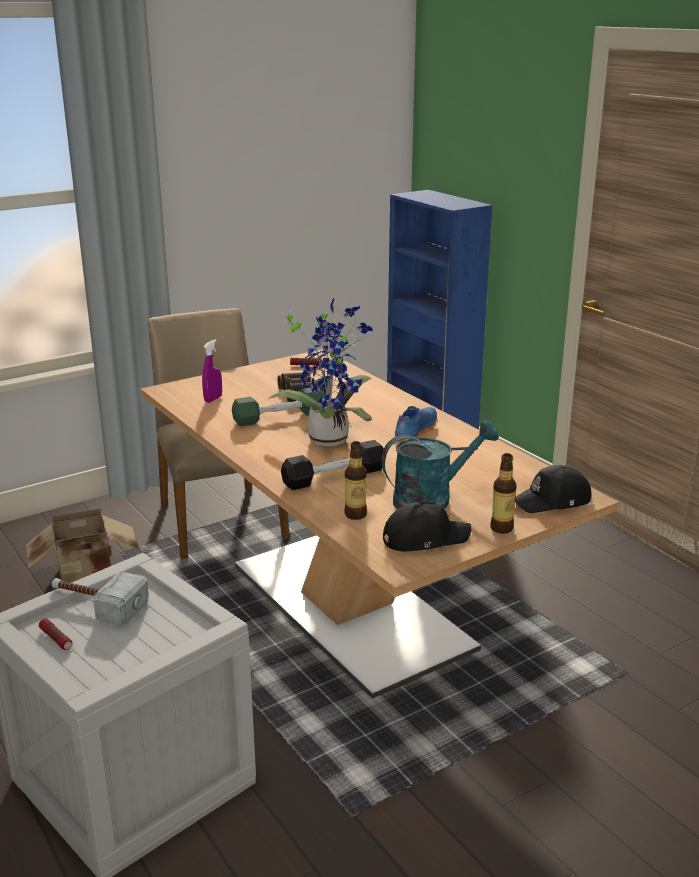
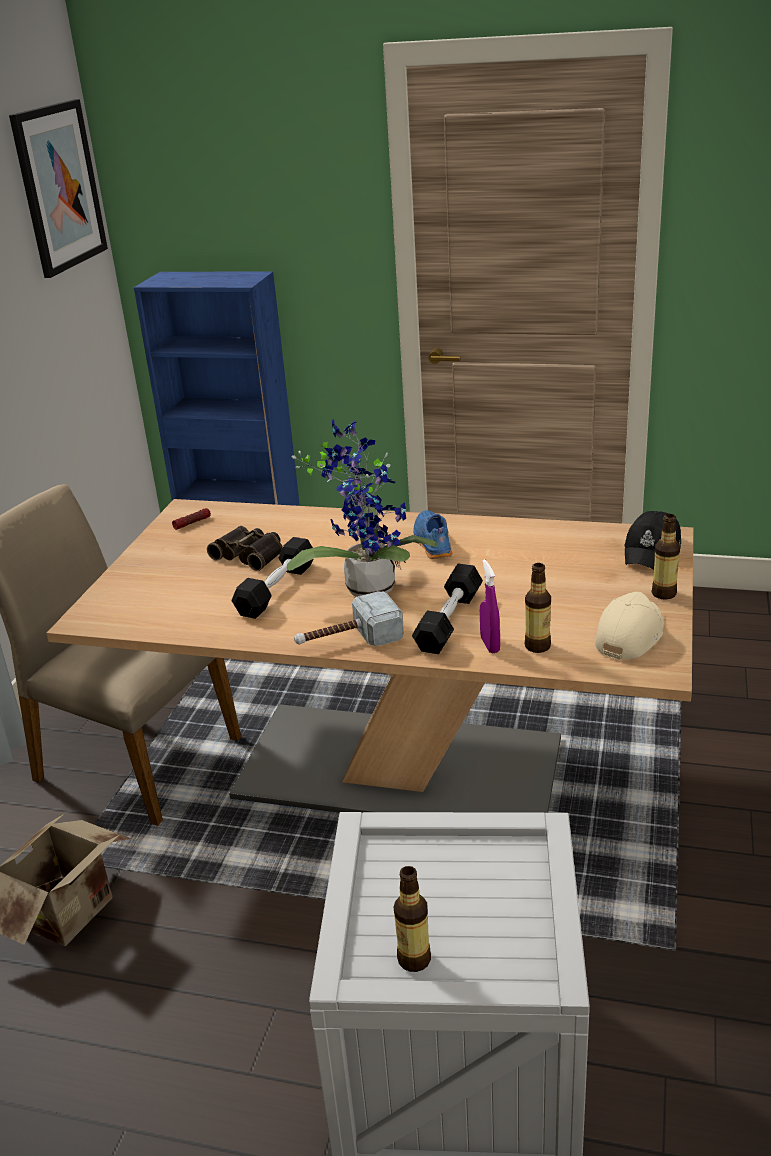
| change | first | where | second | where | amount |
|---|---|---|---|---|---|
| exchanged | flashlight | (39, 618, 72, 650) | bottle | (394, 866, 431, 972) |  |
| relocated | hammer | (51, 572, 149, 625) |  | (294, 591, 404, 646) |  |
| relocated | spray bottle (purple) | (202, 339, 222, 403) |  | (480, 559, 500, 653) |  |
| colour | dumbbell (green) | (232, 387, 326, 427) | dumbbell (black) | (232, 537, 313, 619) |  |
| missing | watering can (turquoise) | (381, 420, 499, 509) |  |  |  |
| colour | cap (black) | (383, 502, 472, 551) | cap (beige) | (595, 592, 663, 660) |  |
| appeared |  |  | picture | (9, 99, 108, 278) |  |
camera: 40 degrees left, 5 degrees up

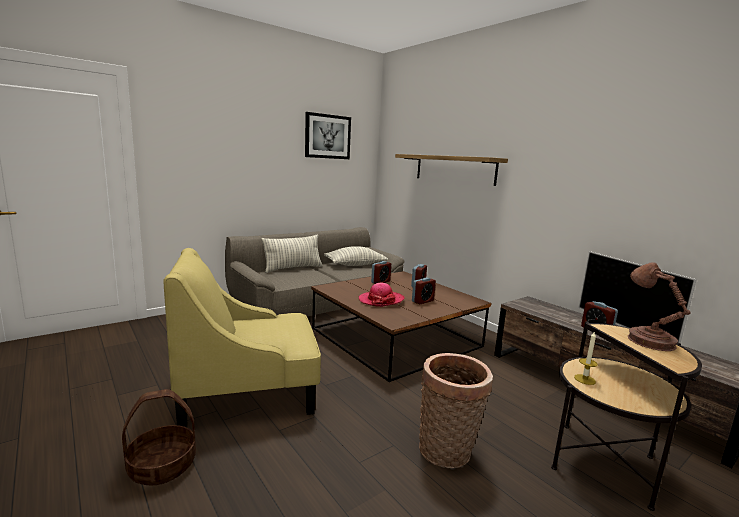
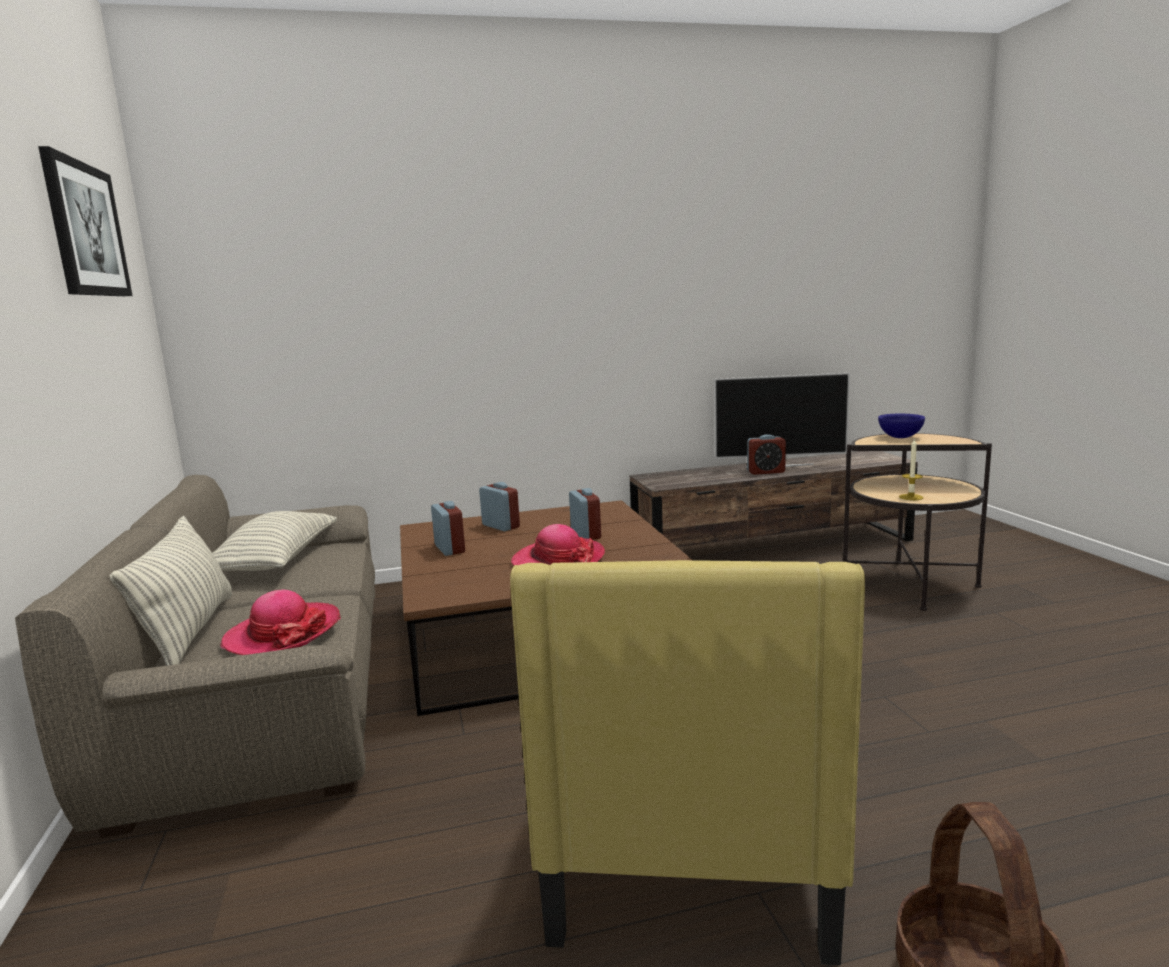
| change | first | where | second | where | amount |
|---|---|---|---|---|---|
| missing | shelf | (395, 154, 508, 186) |  |  |  |
| missing | basket | (419, 353, 493, 468) |  |  |  |
| exchanged | table lamp (brown) | (628, 262, 691, 351) | bowl (blue) | (878, 414, 925, 438) |  |
| appeared |  |  | hat | (220, 590, 341, 655) |  |
camera: 65 degrees left, 0 degrees up

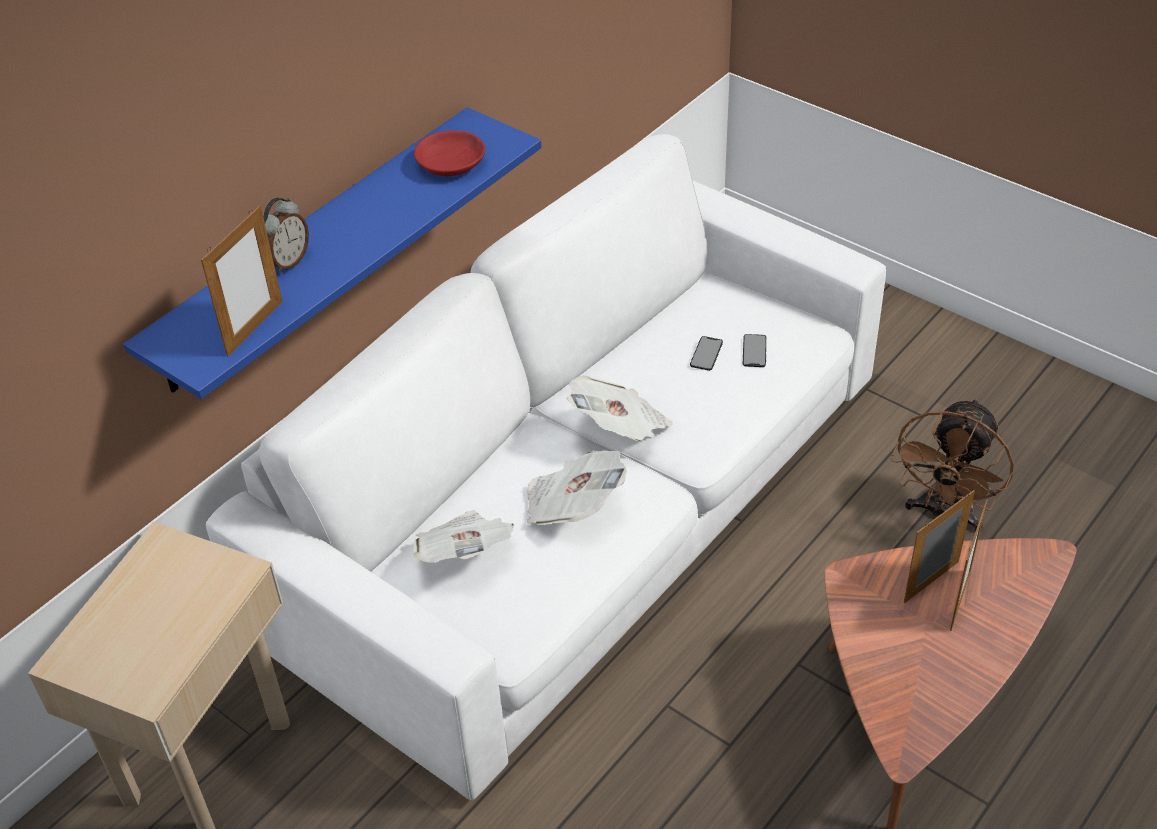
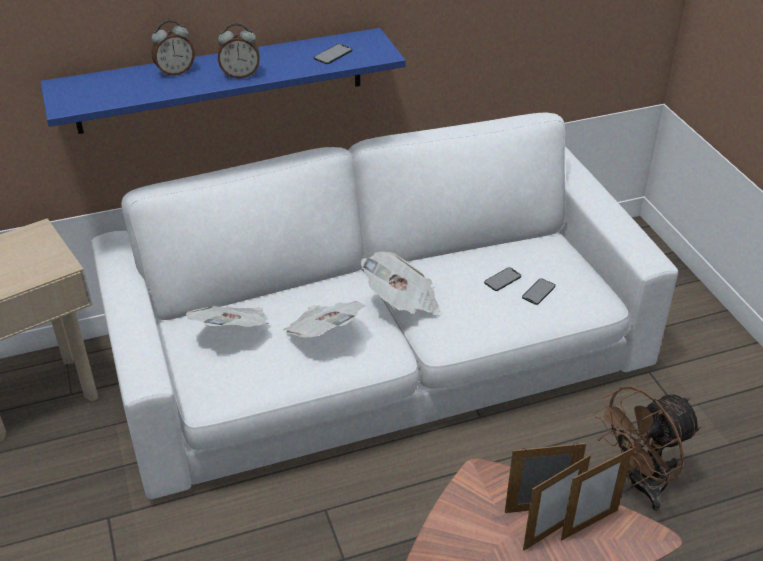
| change | first | where | second | where | amount |
|---|---|---|---|---|---|
| relocated | picture frame | (201, 205, 283, 356) |  | (561, 448, 633, 541) |  |
| exchanged | bowl (red) | (414, 130, 485, 176) | phone | (314, 44, 352, 64) |  |
| appeared |  |  | alarm clock | (218, 23, 260, 79) |  |
camera: 30 degrees right, 5 degrees down

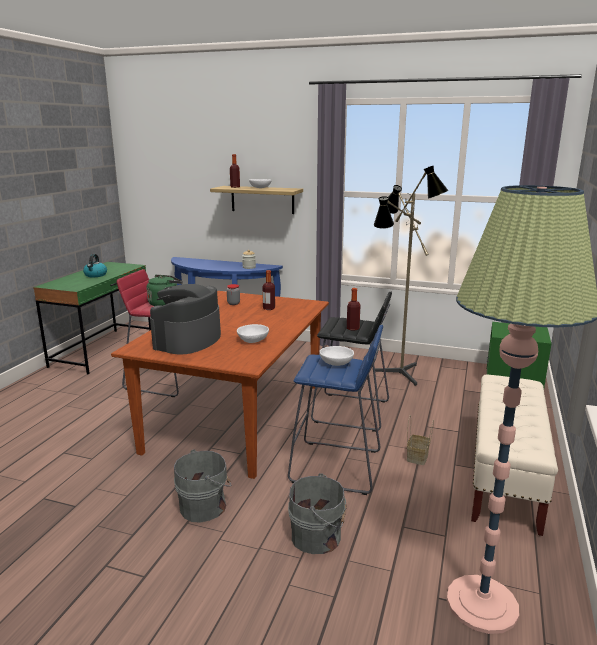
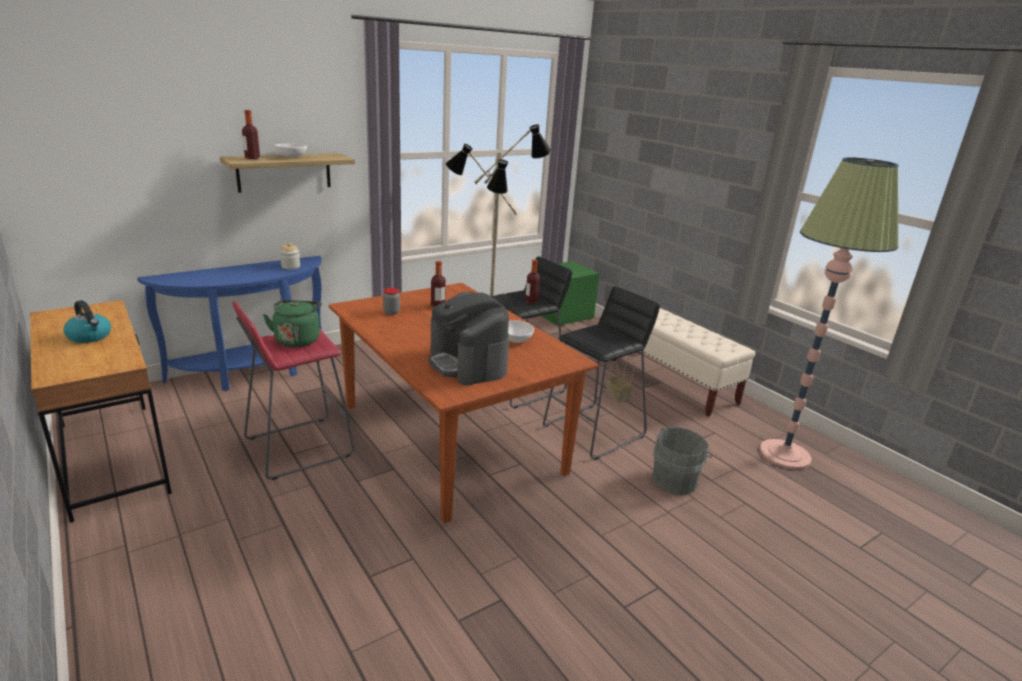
| change | first | where | second | where | amount |
|---|---|---|---|---|---|
| colour | desk (green) | (33, 262, 151, 374) | desk (brown) | (30, 300, 172, 523) |  |
| missing | bucket (grey) | (174, 450, 231, 523) |  |  |  |
| colour | stool (blue) | (288, 325, 383, 495) | stool (black) | (543, 286, 660, 460) |  |
| missing | bowl (white) | (319, 346, 354, 366) |  |  |  |
camera: 55 degrees left, 5 degrees up

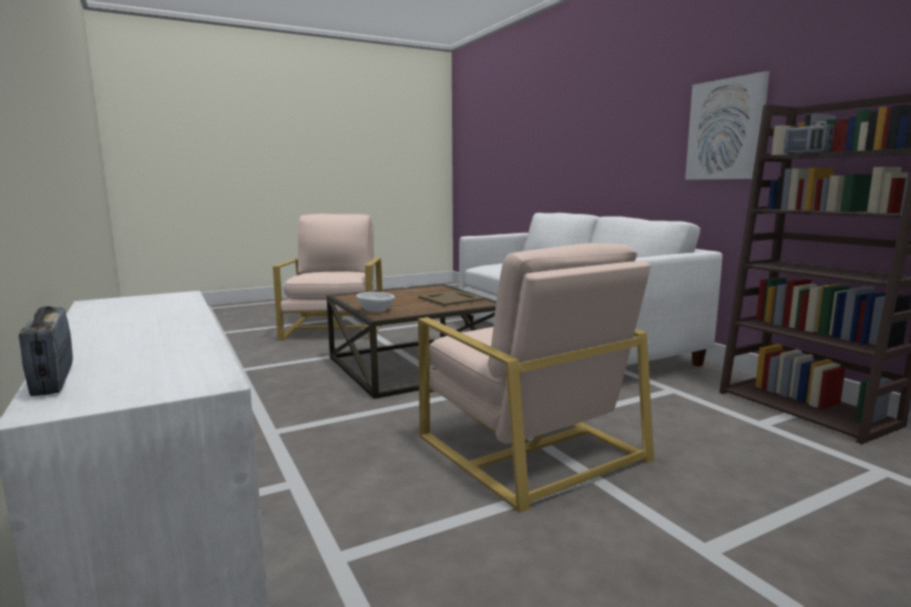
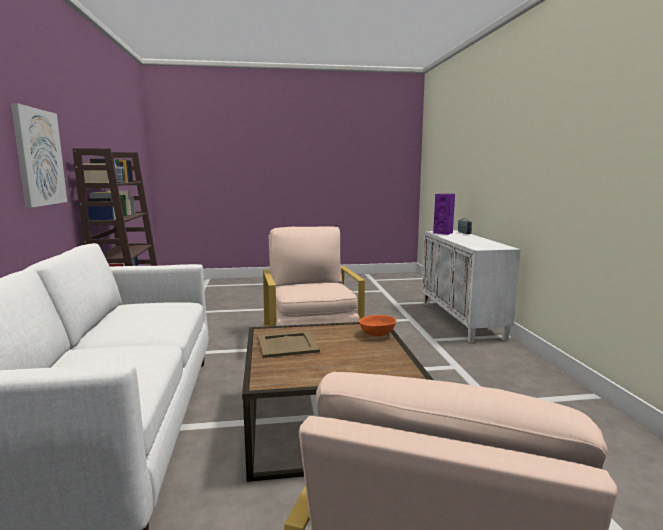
| change | first | where | second | where | amount |
|---|---|---|---|---|---|
| colour | bowl (white) | (357, 292, 395, 312) | bowl (orange) | (359, 315, 396, 336) |  |
| appeared |  |  | speaker (purple) | (433, 194, 455, 235) |  |
camera: 160 degrees left, 0 degrees up

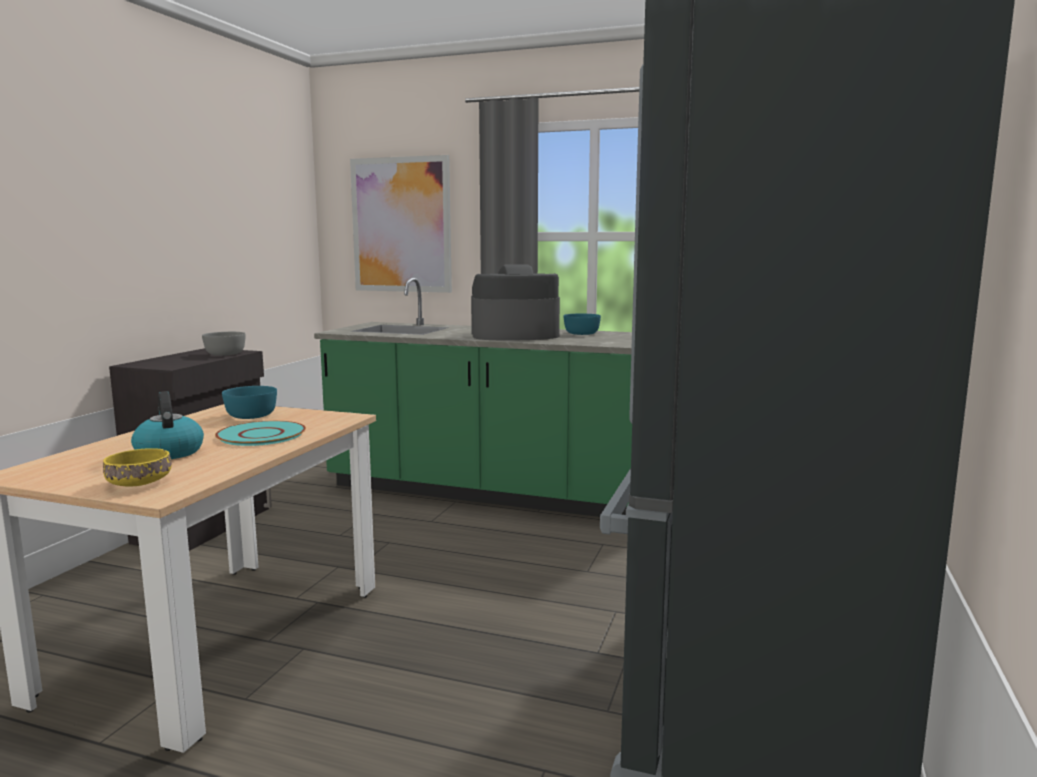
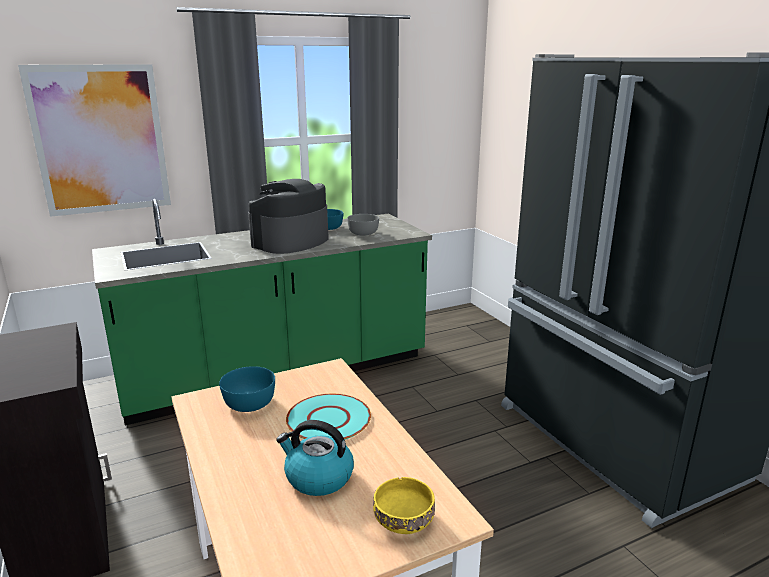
| change | first | where | second | where | amount |
|---|---|---|---|---|---|
| relocated | bowl (grey) | (202, 332, 246, 356) |  | (347, 214, 379, 235) |  |
camera: 45 degrees left, 10 degrees up

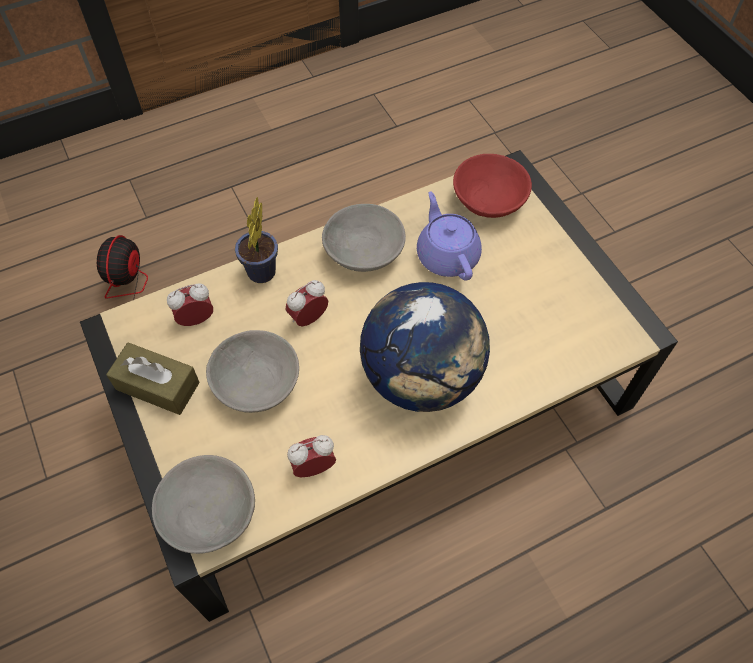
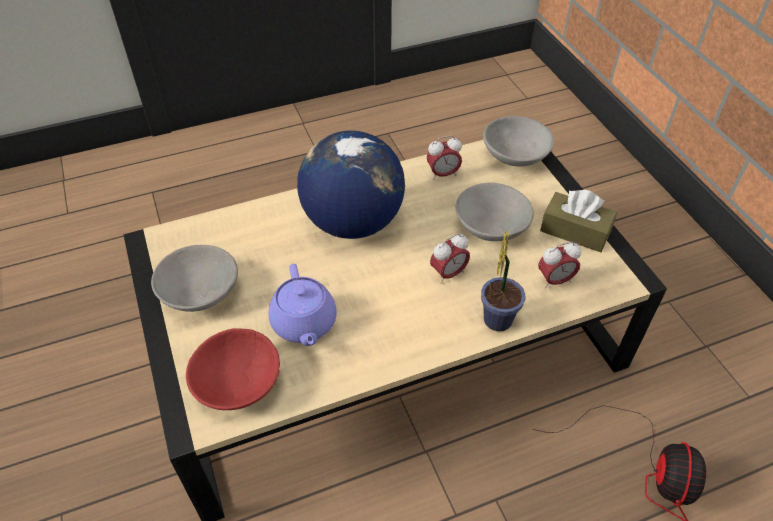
| change | first | where | second | where | amount |
|---|---|---|---|---|---|
| relocated | bowl (grey) | (322, 204, 406, 272) |  | (151, 245, 238, 312) |  |
camera: 175 degrees left, 10 degrees down

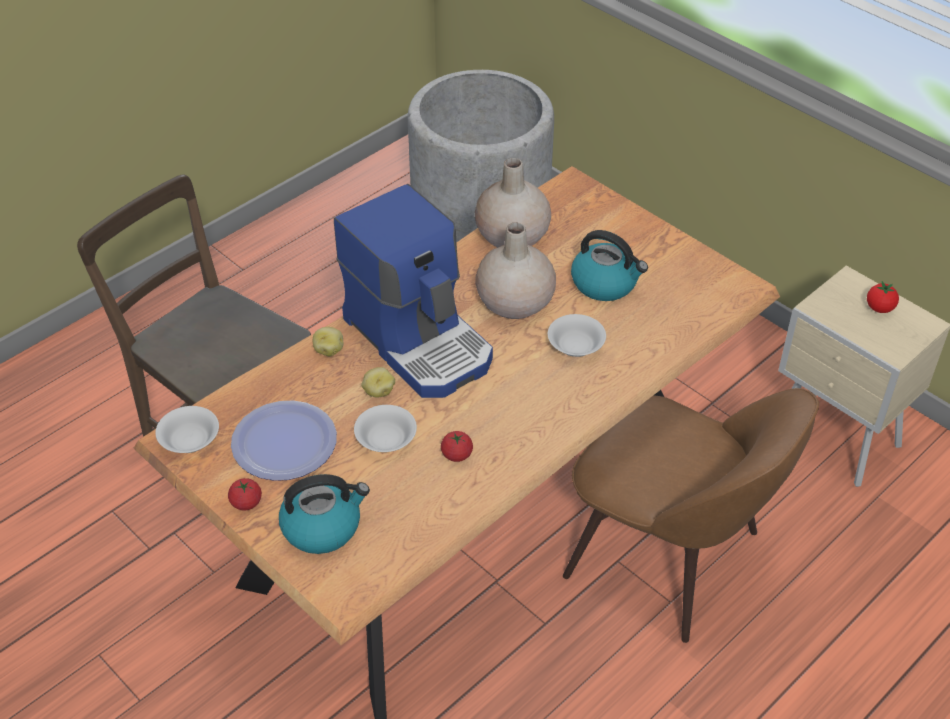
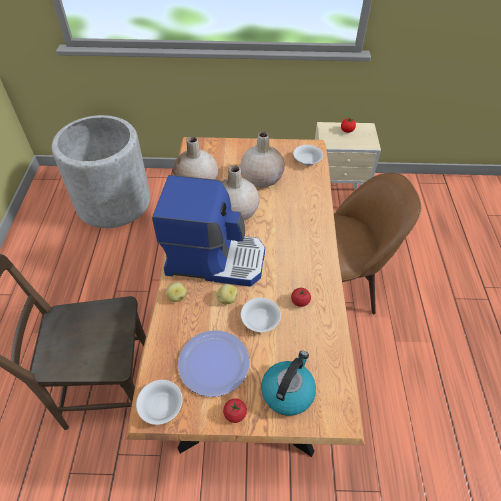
| change | first | where | second | where | amount |
|---|---|---|---|---|---|
| relocated | bowl (white) | (548, 314, 606, 357) |  | (293, 145, 323, 166) |  |
| exchanged | kettle | (571, 230, 648, 301) | vase (beige) | (240, 131, 285, 188) |  |
camera: 45 degrees left, 5 degrees up

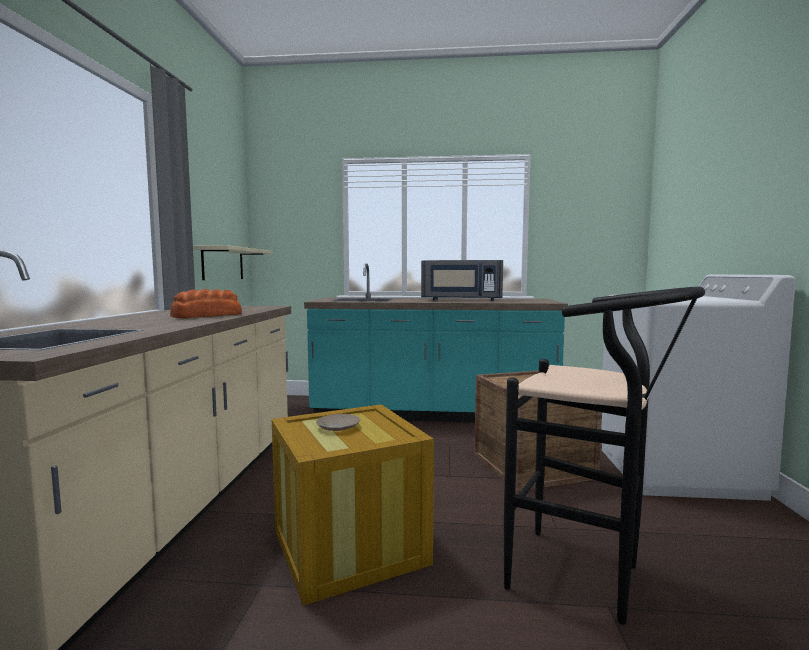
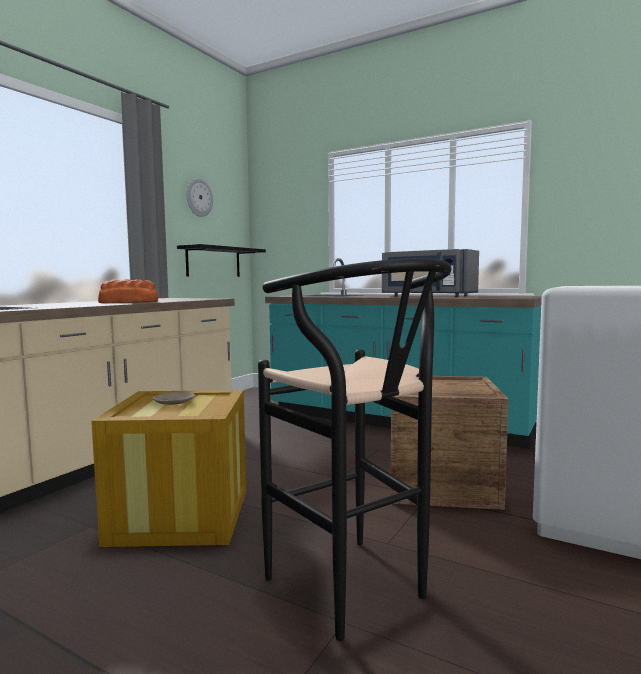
| change | first | where | second | where | amount |
|---|---|---|---|---|---|
| colour | shelf (beige) | (194, 245, 273, 280) | shelf (black) | (177, 244, 266, 277) |  |
| appeared |  |  | wall clock | (186, 179, 213, 217) |  |
camera: 25 degrees right, 0 degrees up

